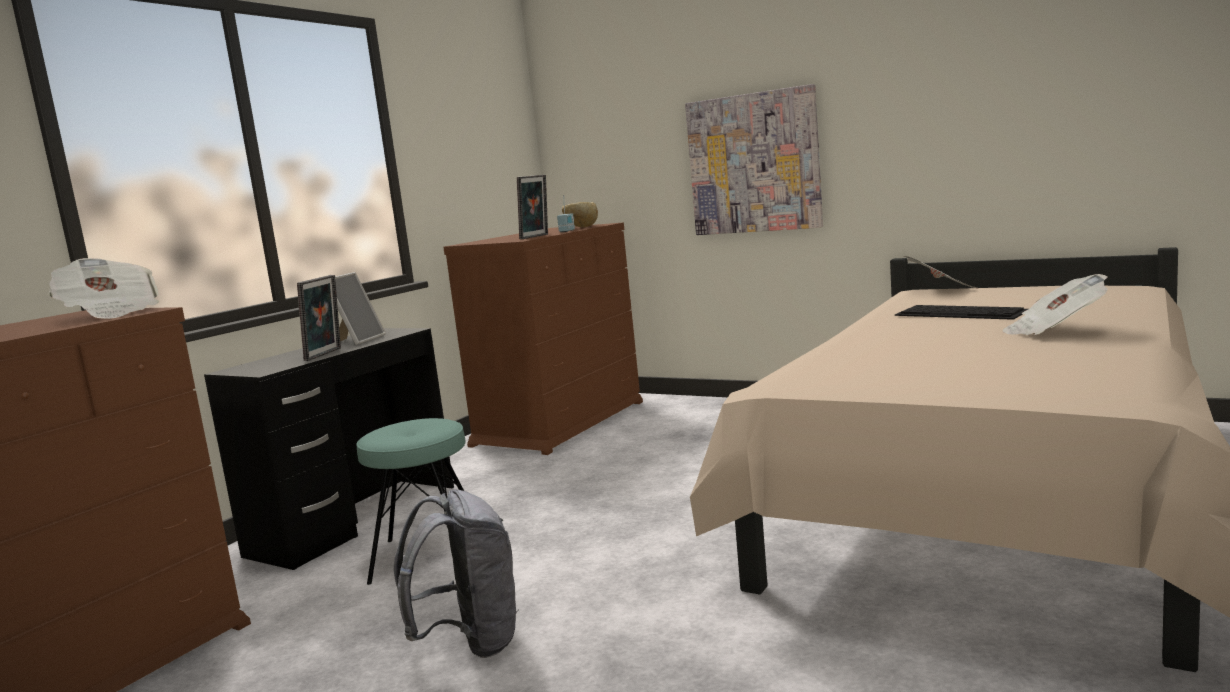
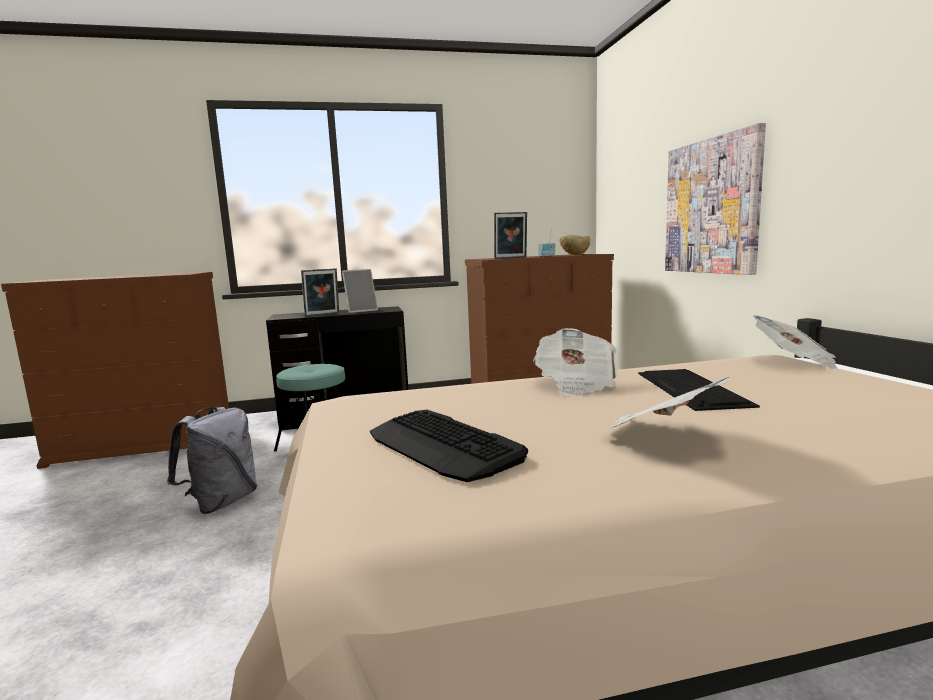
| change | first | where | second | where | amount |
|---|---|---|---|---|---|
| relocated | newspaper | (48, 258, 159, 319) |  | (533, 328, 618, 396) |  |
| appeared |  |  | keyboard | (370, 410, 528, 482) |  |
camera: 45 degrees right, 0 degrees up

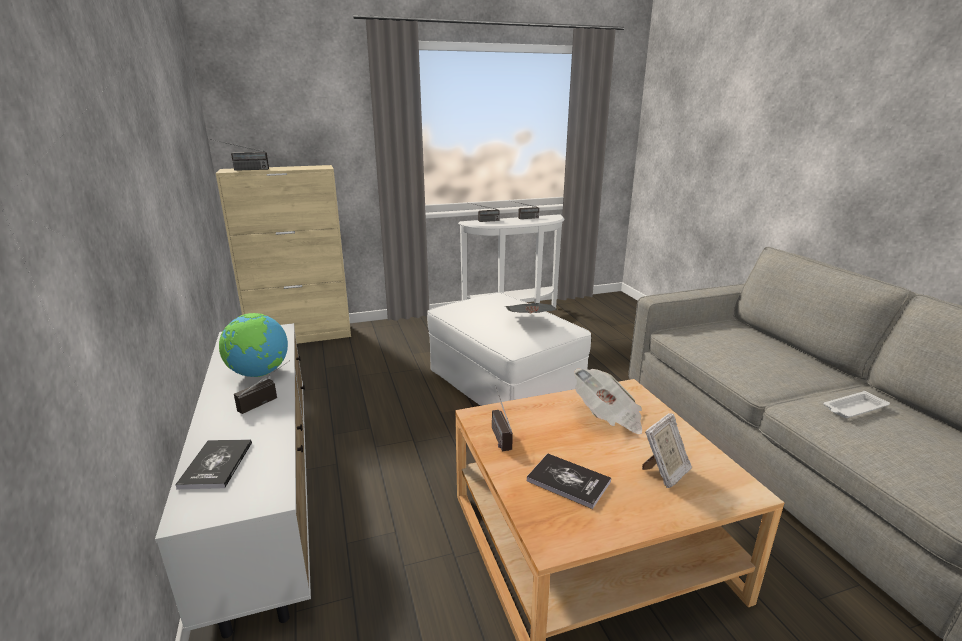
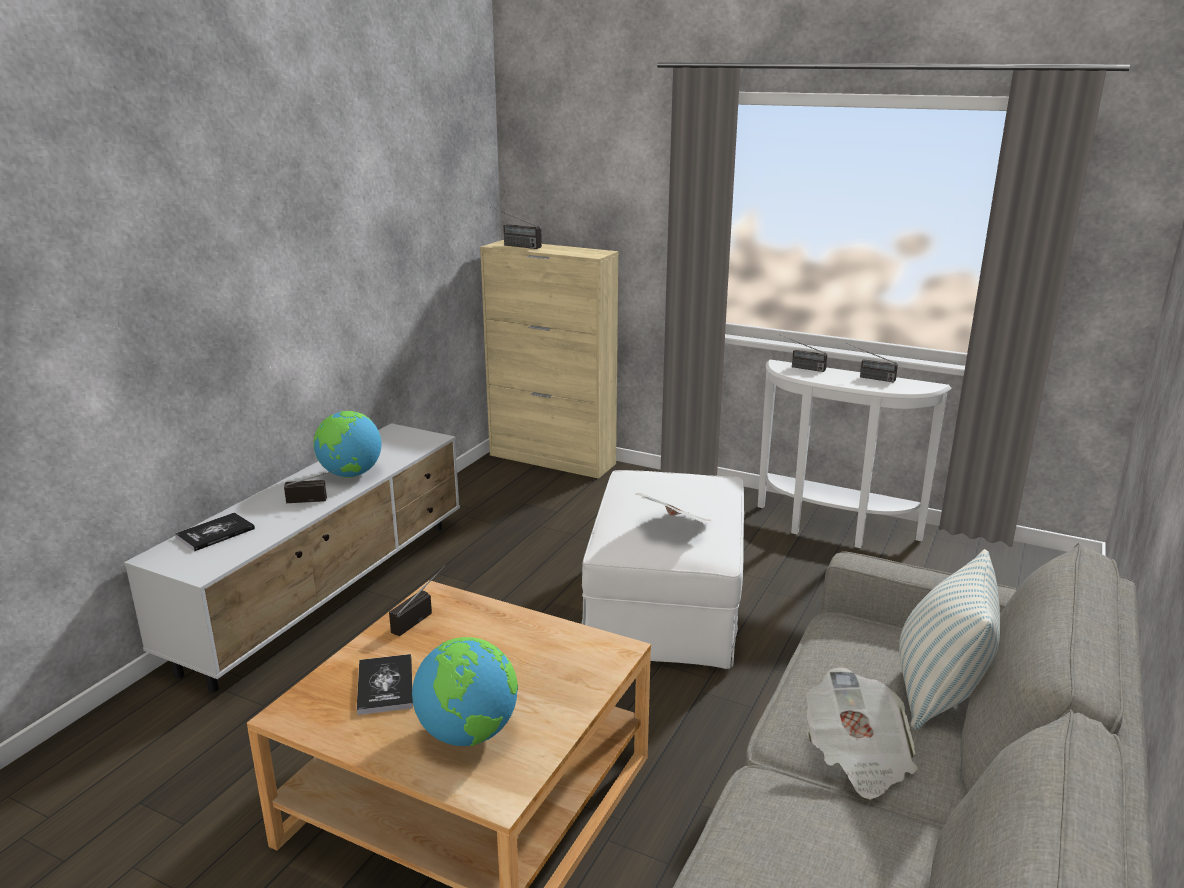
| change | first | where | second | where | amount |
|---|---|---|---|---|---|
| relocated | newspaper | (574, 368, 642, 434) |  | (806, 667, 918, 800) |  |
| exchanged | picture frame | (642, 413, 692, 488) | globe | (412, 637, 518, 746) |  |
| missing | tray (white) | (824, 391, 890, 418) |  |  |  |
| appeared |  |  | pillow | (899, 549, 1000, 730) |  |
camera: 45 degrees right, 0 degrees up

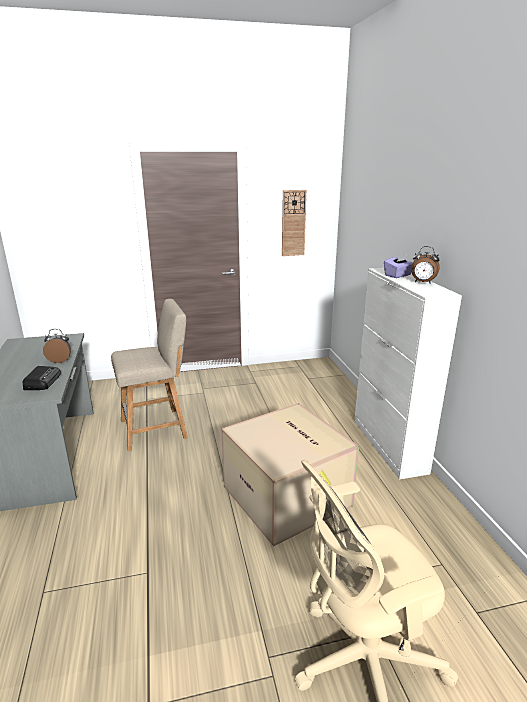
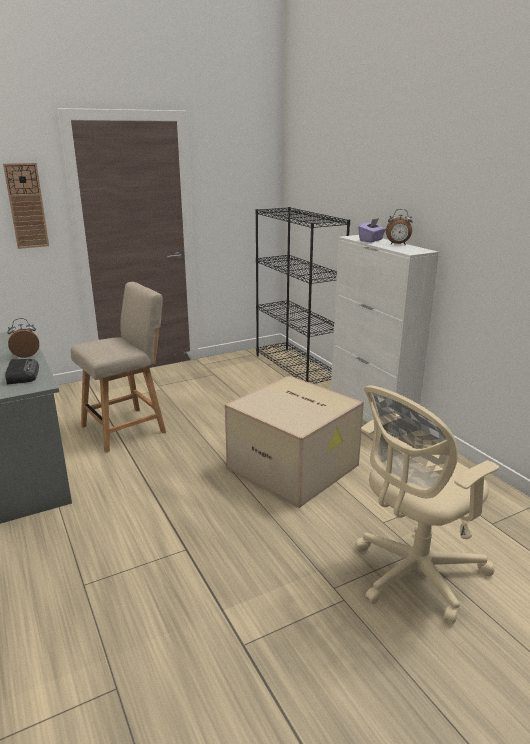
| change | first | where | second | where | amount |
|---|---|---|---|---|---|
| relocated | wall clock | (282, 190, 307, 256) |  | (3, 163, 49, 249) |  |
| appeared |  |  | bookcase (black) | (255, 207, 350, 384) |  |
camera: 15 degrees left, 0 degrees up

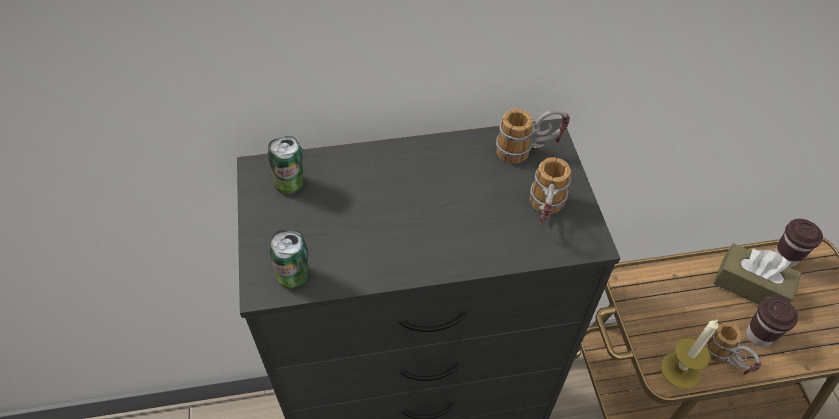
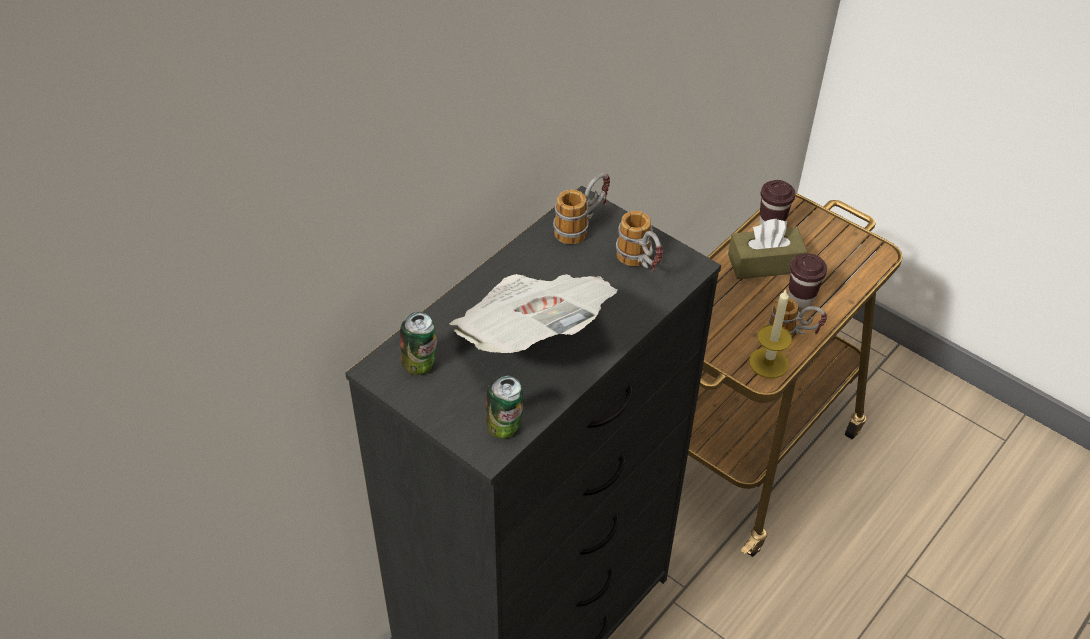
| change | first | where | second | where | amount |
|---|---|---|---|---|---|
| appeared |  |  | newspaper | (449, 274, 618, 353) |  |
camera: 40 degrees left, 5 degrees down

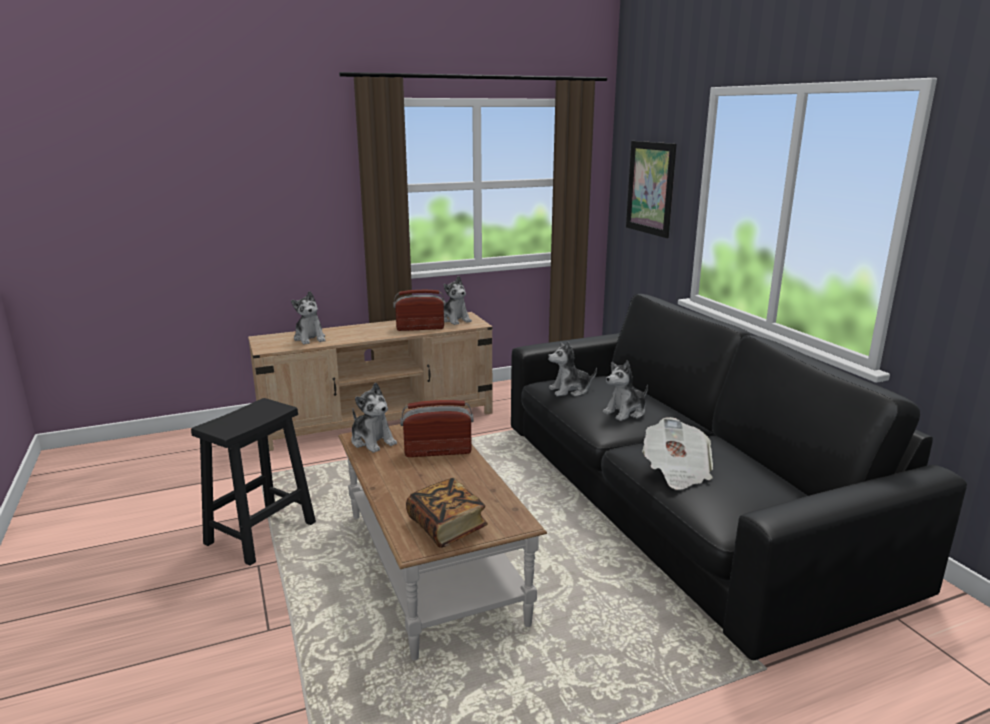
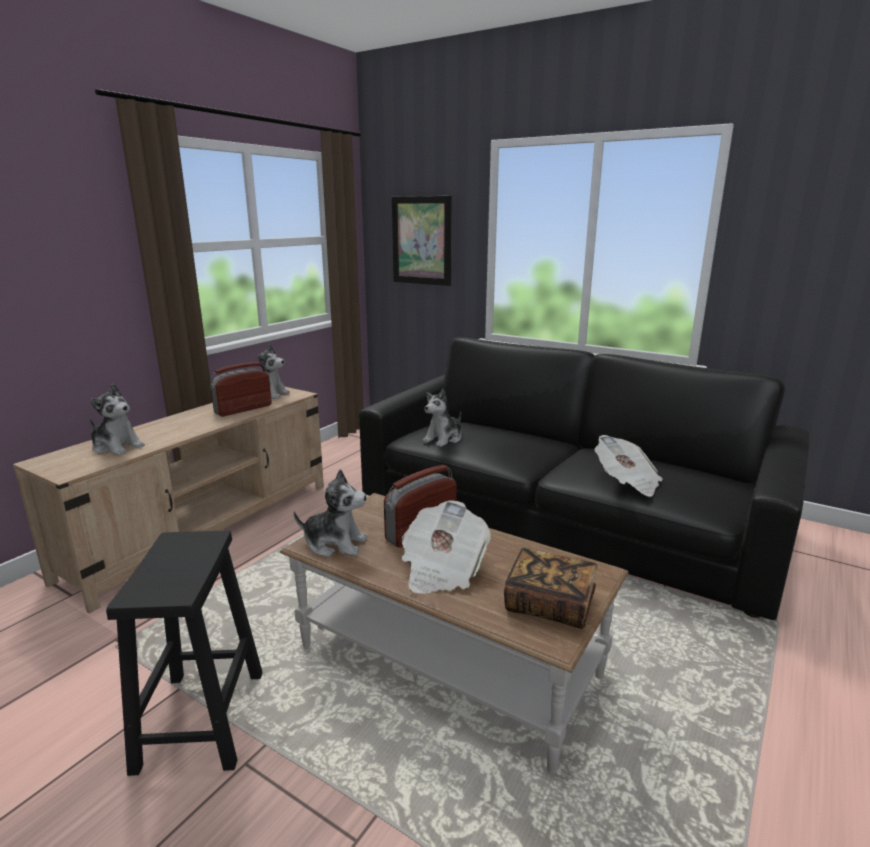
| change | first | where | second | where | amount |
|---|---|---|---|---|---|
| missing | plush toy | (603, 360, 648, 421) |  |  |  |
| appeared |  |  | newspaper | (401, 500, 491, 594) |  |
camera: 35 degrees left, 0 degrees up

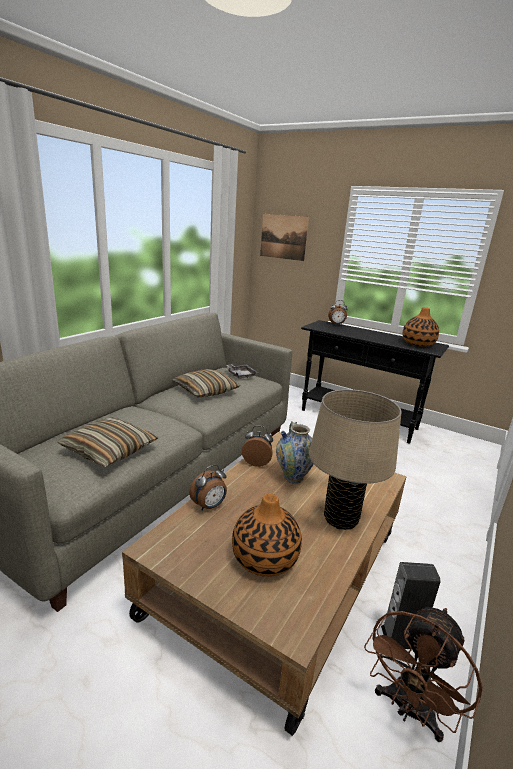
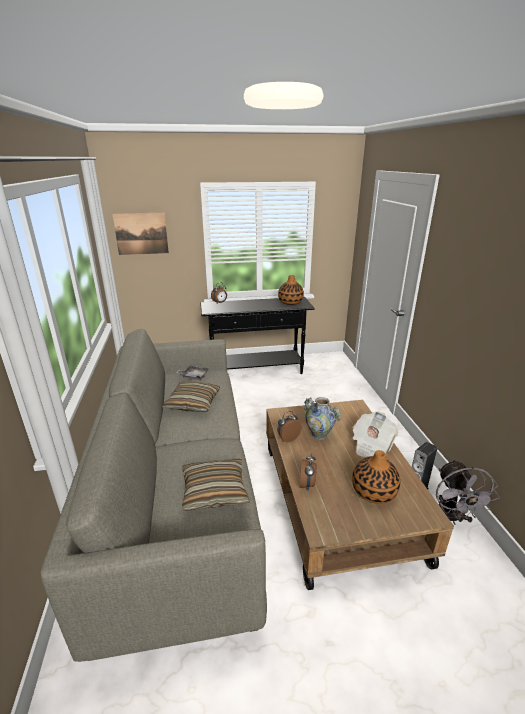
| change | first | where | second | where | amount |
|---|---|---|---|---|---|
| exchanged | table lamp (beige) | (309, 389, 401, 530) | newspaper | (352, 411, 398, 457) |  |
| colour | fan (brown) | (364, 607, 483, 742) | fan (grey) | (436, 459, 500, 525) |  |
camera: 40 degrees left, 5 degrees up

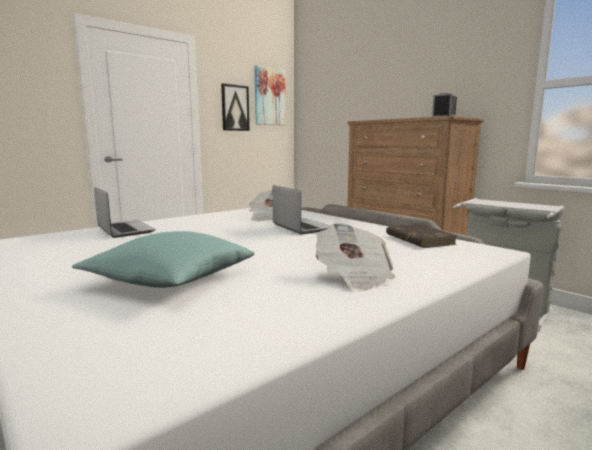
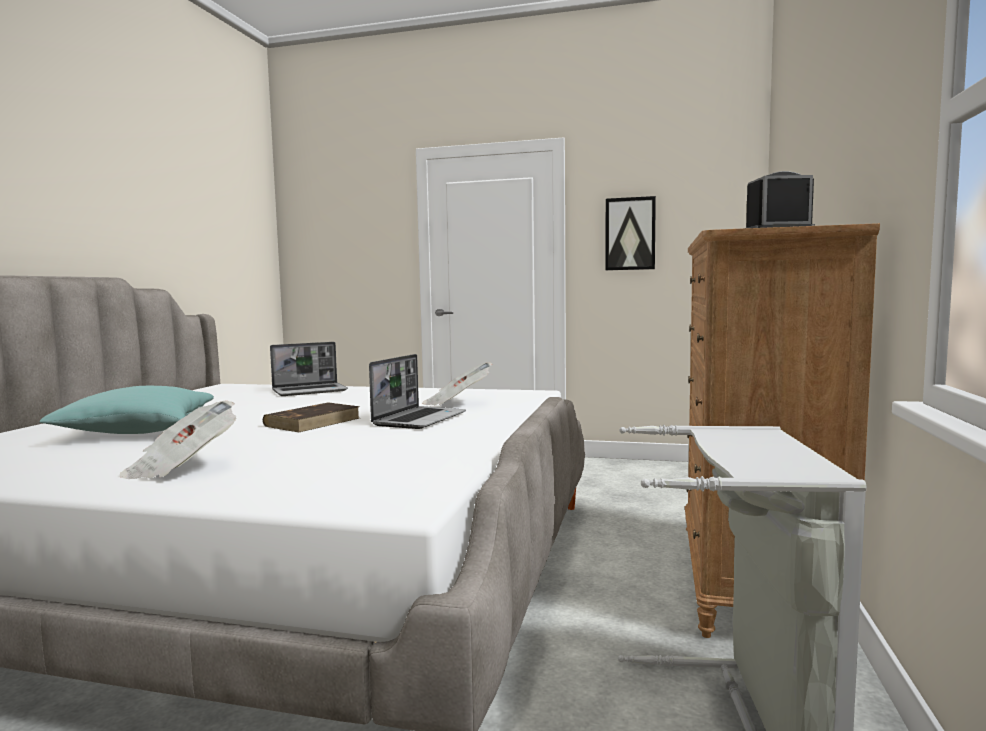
| change | first | where | second | where | amount |
|---|---|---|---|---|---|
| spun | laptop | (94, 187, 156, 238) |  | (270, 342, 348, 396) | 45 degrees clockwise |
| missing | picture | (254, 65, 286, 125) |  |  |  |
| relocated | book (brown) | (386, 224, 457, 248) |  | (263, 402, 360, 432) |  |
camera: 55 degrees right, 5 degrees down

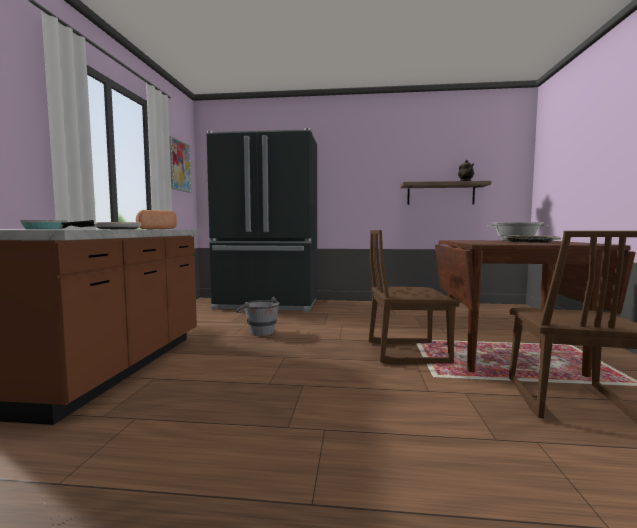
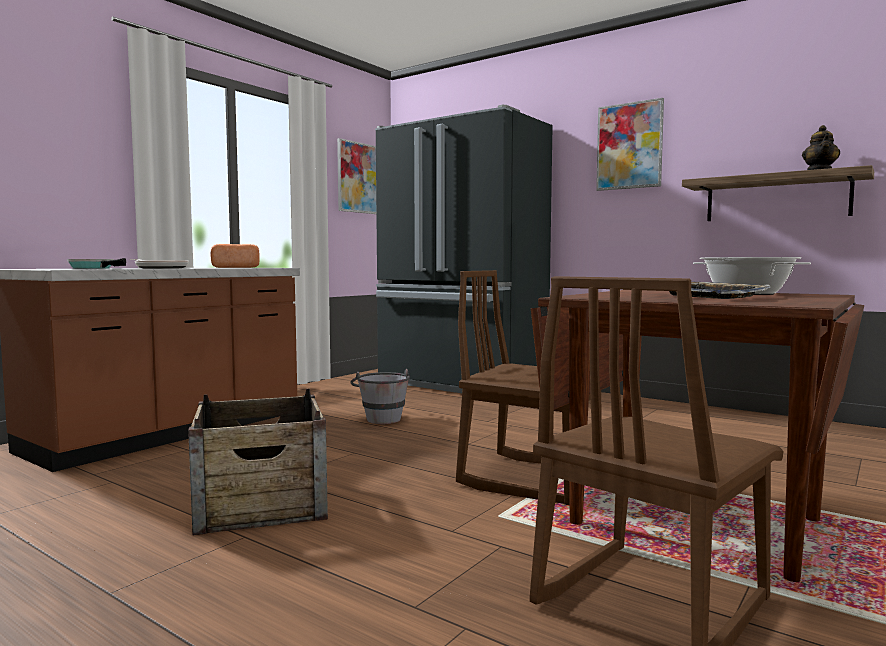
| change | first | where | second | where | amount |
|---|---|---|---|---|---|
| appeared |  |  | crate | (188, 389, 328, 535) |  |
| appeared |  |  | picture | (596, 98, 664, 191) |  |
camera: 30 degrees right, 0 degrees up

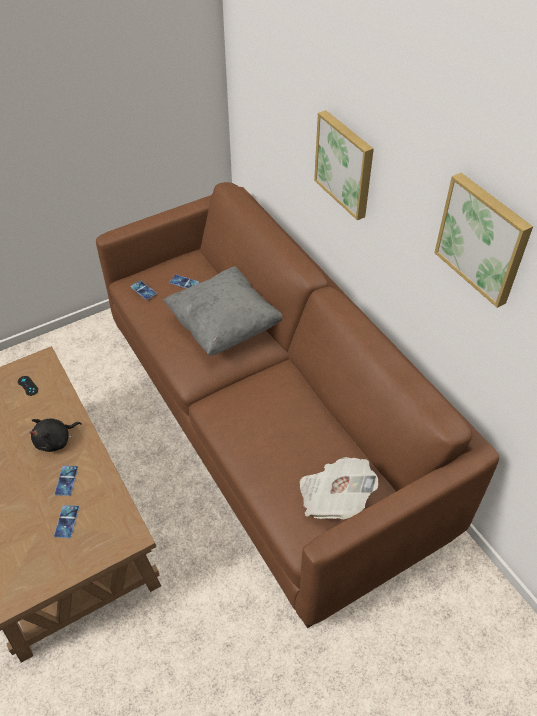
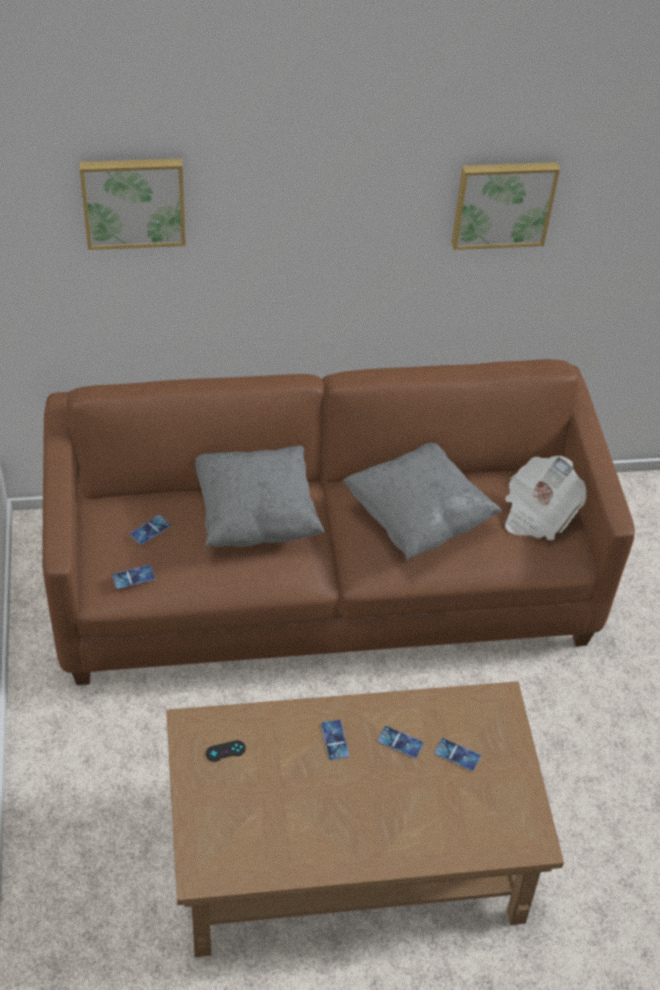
| change | first | where | second | where | amount |
|---|---|---|---|---|---|
| exchanged | plush toy (black) | (30, 419, 82, 452) | phone | (321, 720, 349, 760) |  |
| relocated | picture | (314, 110, 374, 220) |  | (80, 158, 186, 250) |  |
| appeared |  |  | pillow (grey) | (342, 443, 502, 560) |  |
camera: 70 degrees left, 0 degrees up

